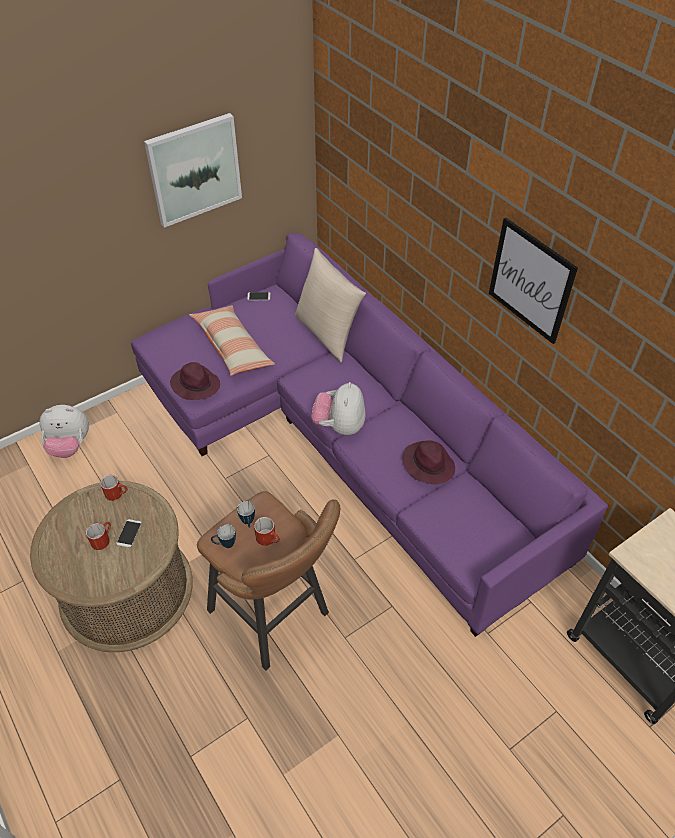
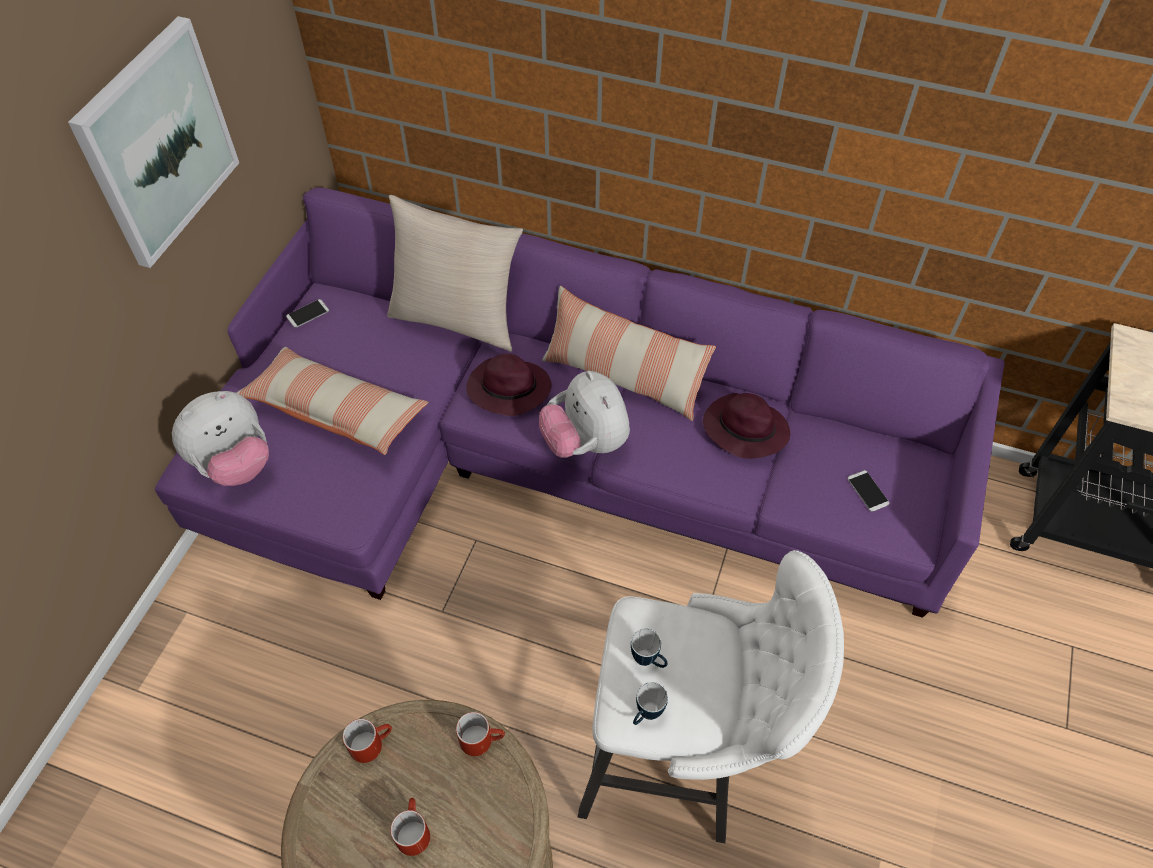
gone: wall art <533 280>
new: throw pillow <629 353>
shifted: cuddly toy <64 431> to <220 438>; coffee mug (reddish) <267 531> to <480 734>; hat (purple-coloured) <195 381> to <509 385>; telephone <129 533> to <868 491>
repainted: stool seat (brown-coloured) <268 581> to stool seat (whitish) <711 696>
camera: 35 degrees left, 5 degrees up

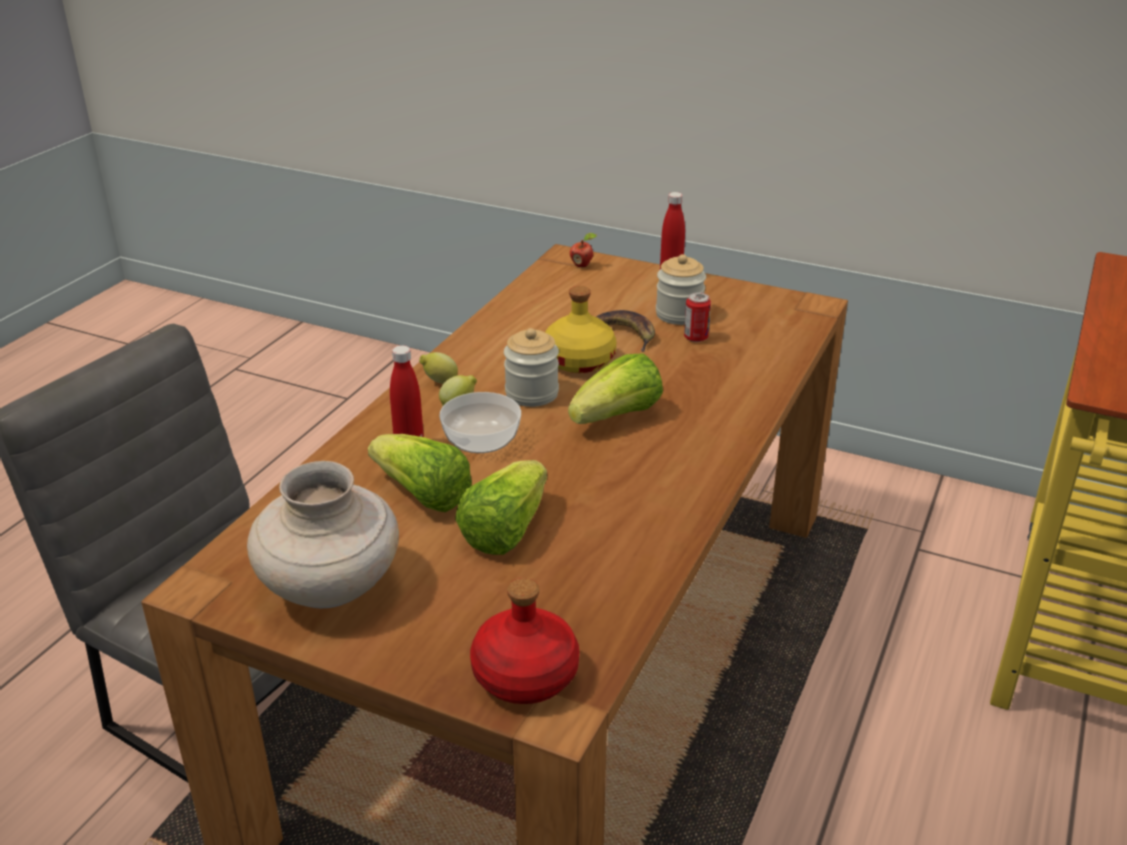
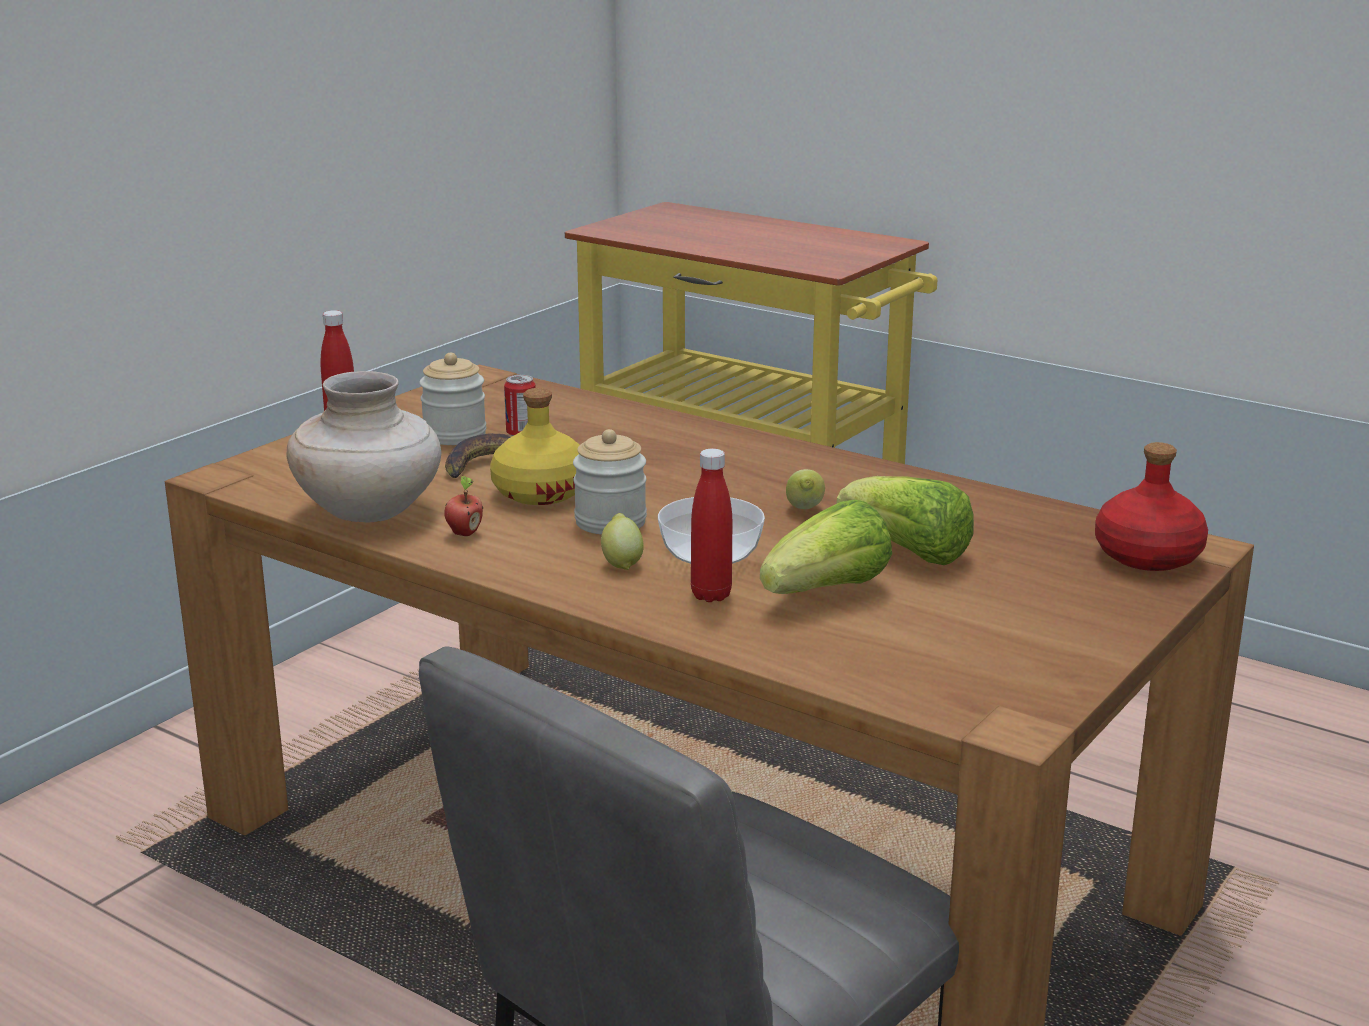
gone: head of lettuce <615 388>
shifted: vase (beige-coloured) <323 534> to <364 446>; whole apple <583 250> to <463 506>; citrus fruit <438 368> to <805 489>
camera: 80 degrees left, 10 degrees down

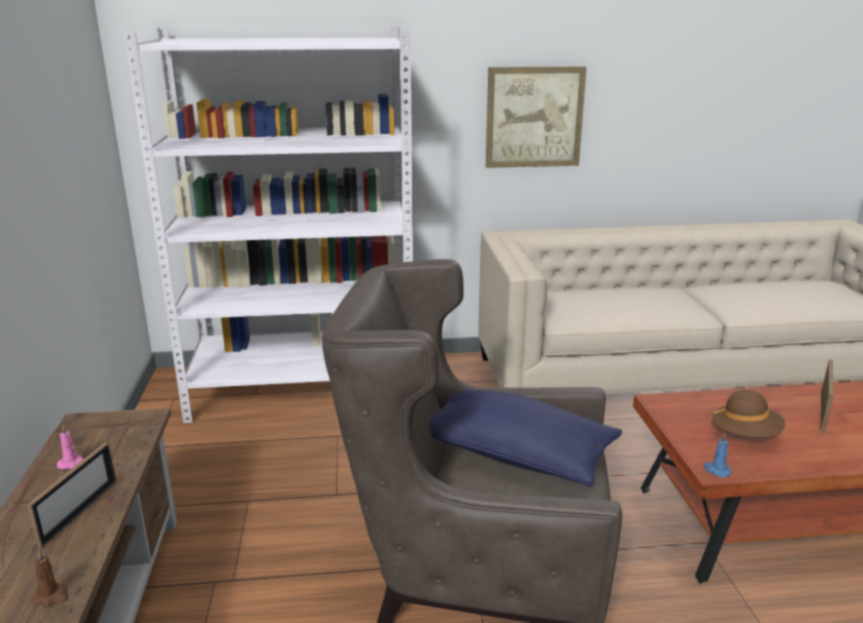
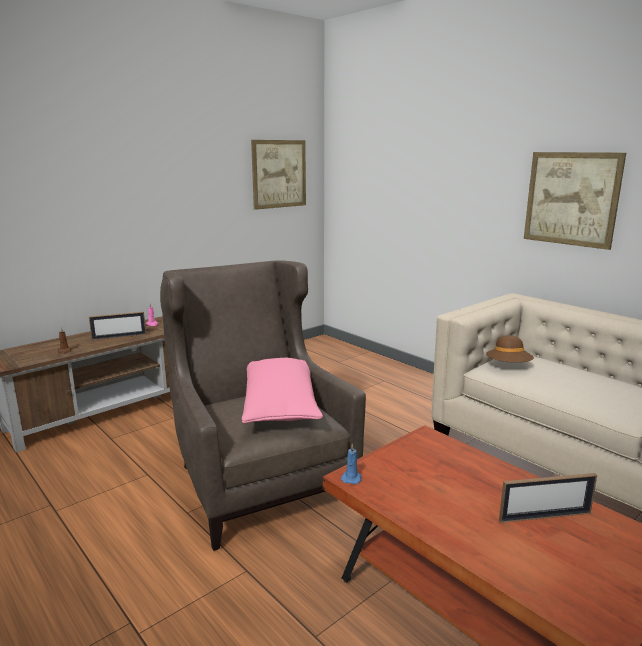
gone: shelving unit (whitish) <268 225>
new: wall art <278 175>
shifted: hat (brown-coloured) <748 414> to <510 348>
repainted: throw pillow (blue-coloured) <526 438> to throw pillow (pinkish) <282 390>
camera: 55 degrees right, 5 degrees down

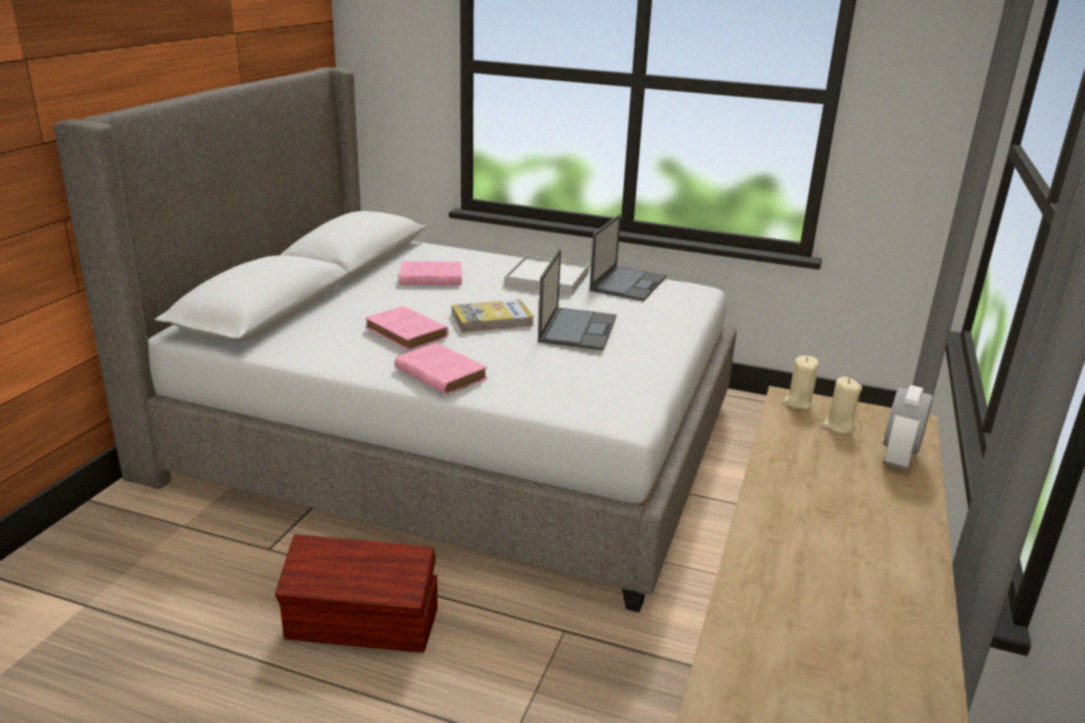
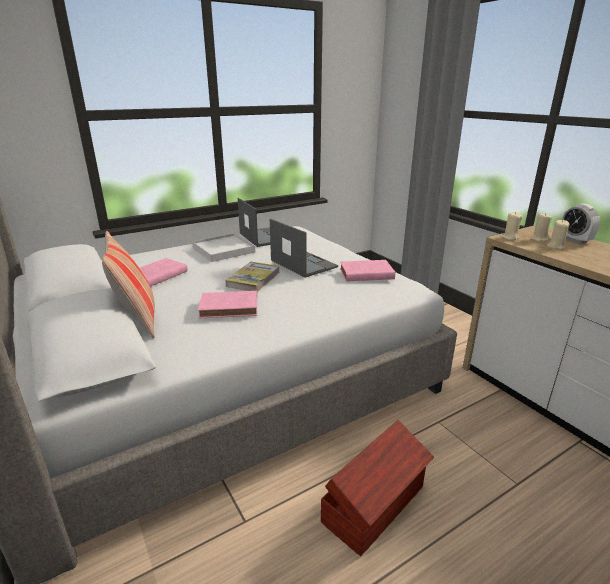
new: throw pillow <128 285>; candle (beige-coloured) <558 234>
shifted: book (pinkish) <441 369> to <367 270>
camera: 50 degrees left, 0 degrees up

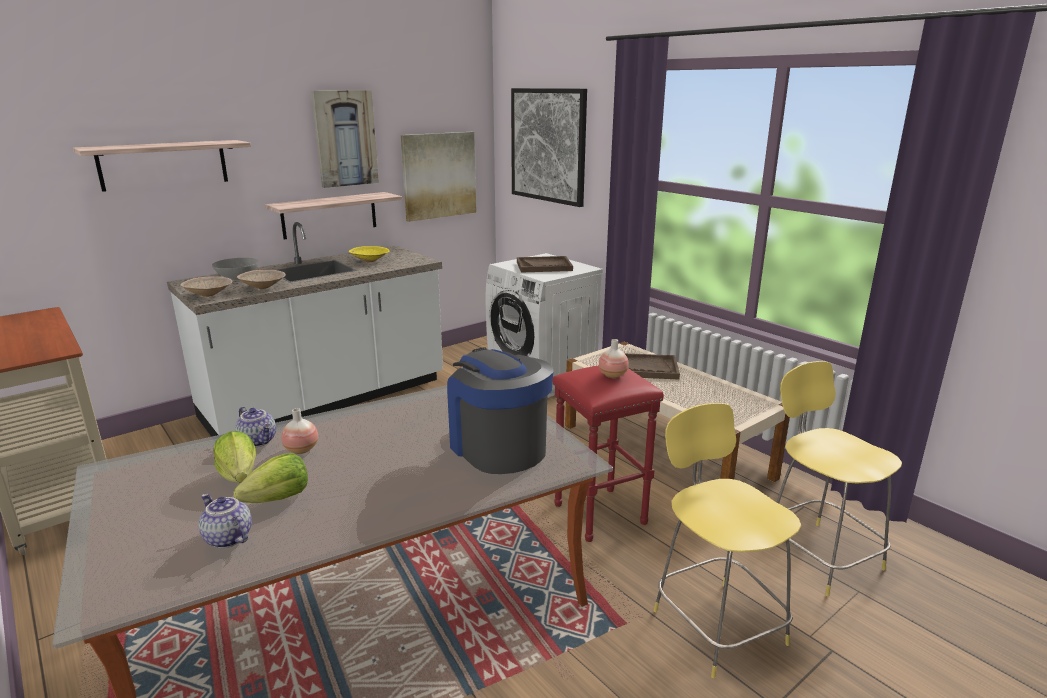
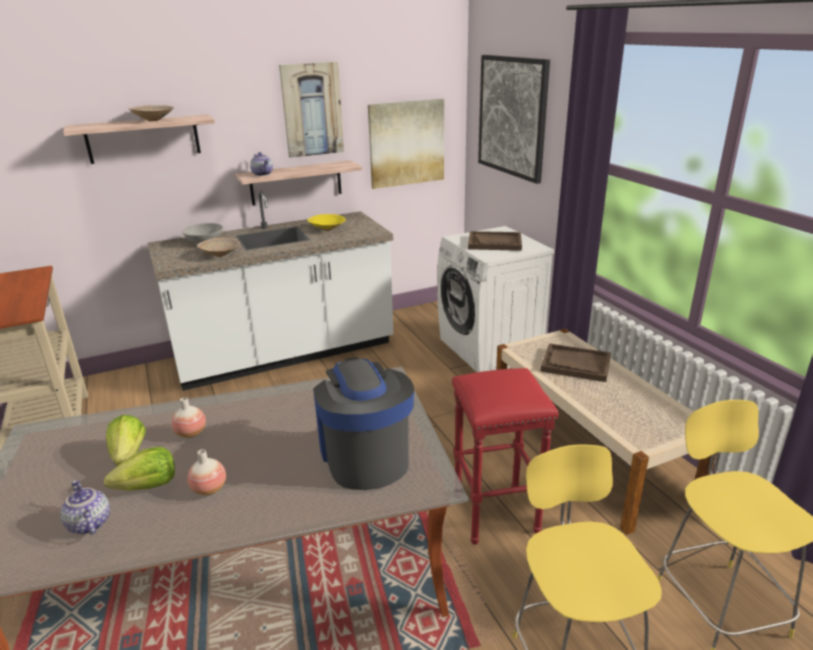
shifted: serving bowl (beige-coloured) <206 286> to <151 113>; vase <614 358> to <207 472>; tea pot <255 427> to <261 164>
camera: 15 degrees right, 5 degrees up

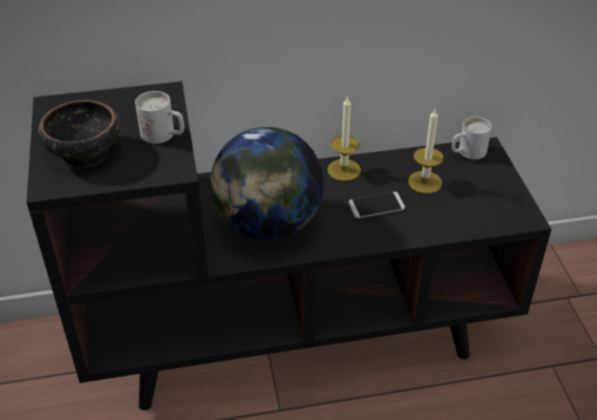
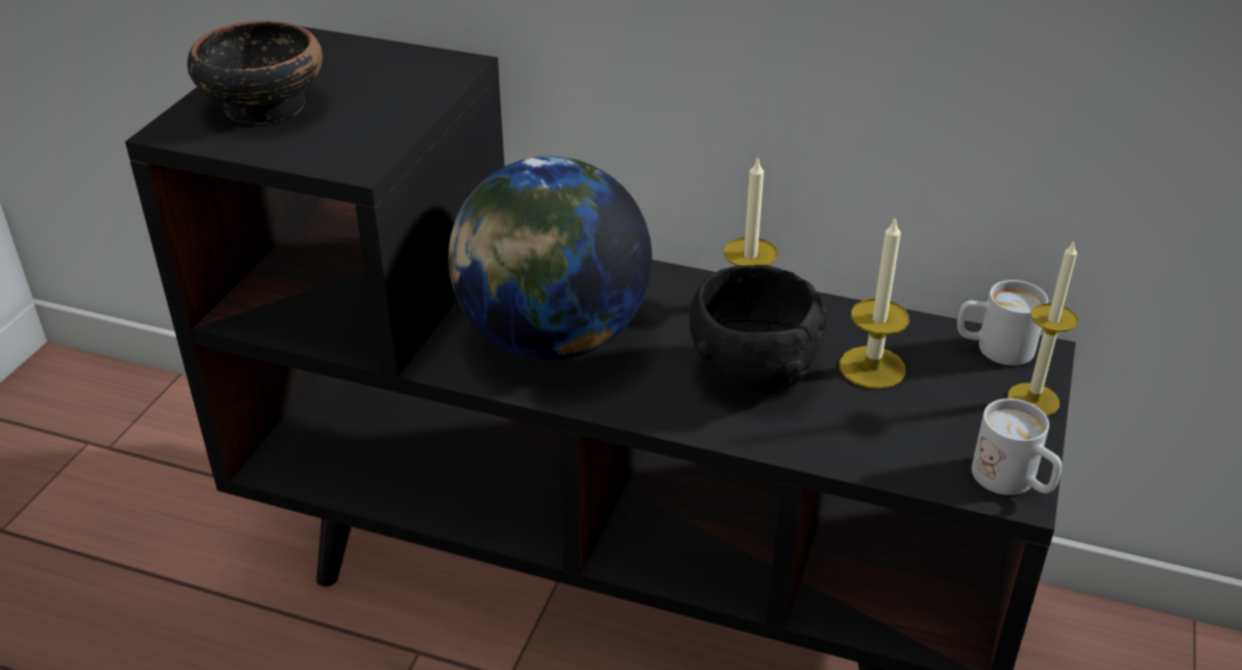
new: candle <1042 328>
shifted: coffee mug (whitish) <159 117> to <1017 446>
swapped: telephone <376 205> to serving bowl (black-coloured) <757 329>
camera: 30 degrees right, 5 degrees down

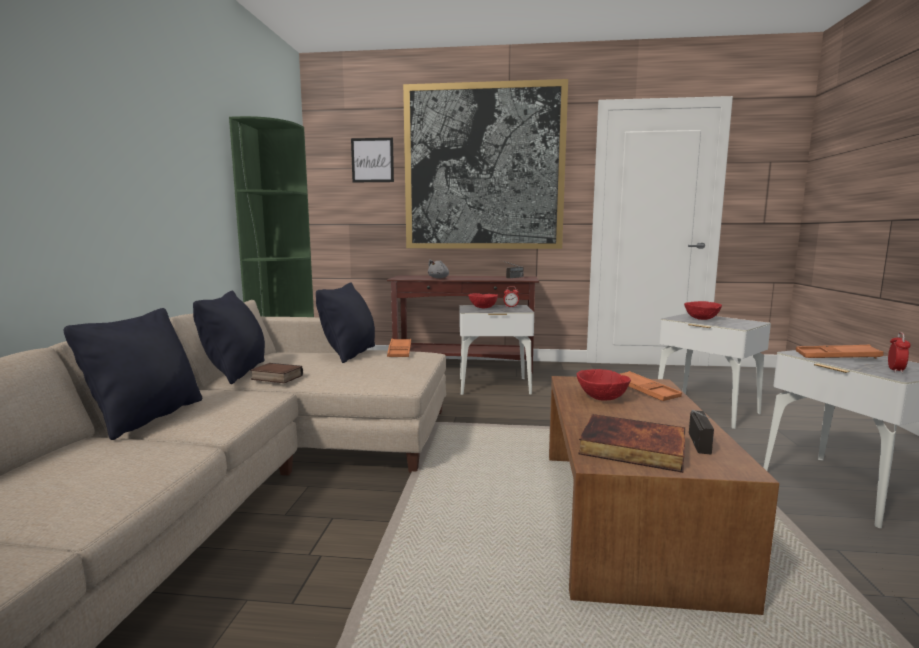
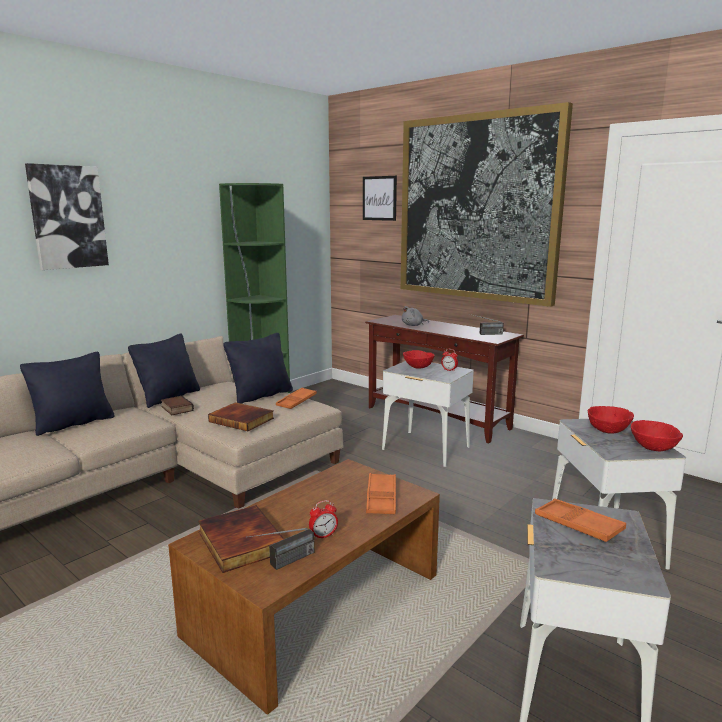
new: wall art <67 216>; book <241 416>
shifted: bedside clock <899 352> to <323 520>; serving bowl (reddish) <604 384> to <657 435>
camera: 35 degrees right, 5 degrees up

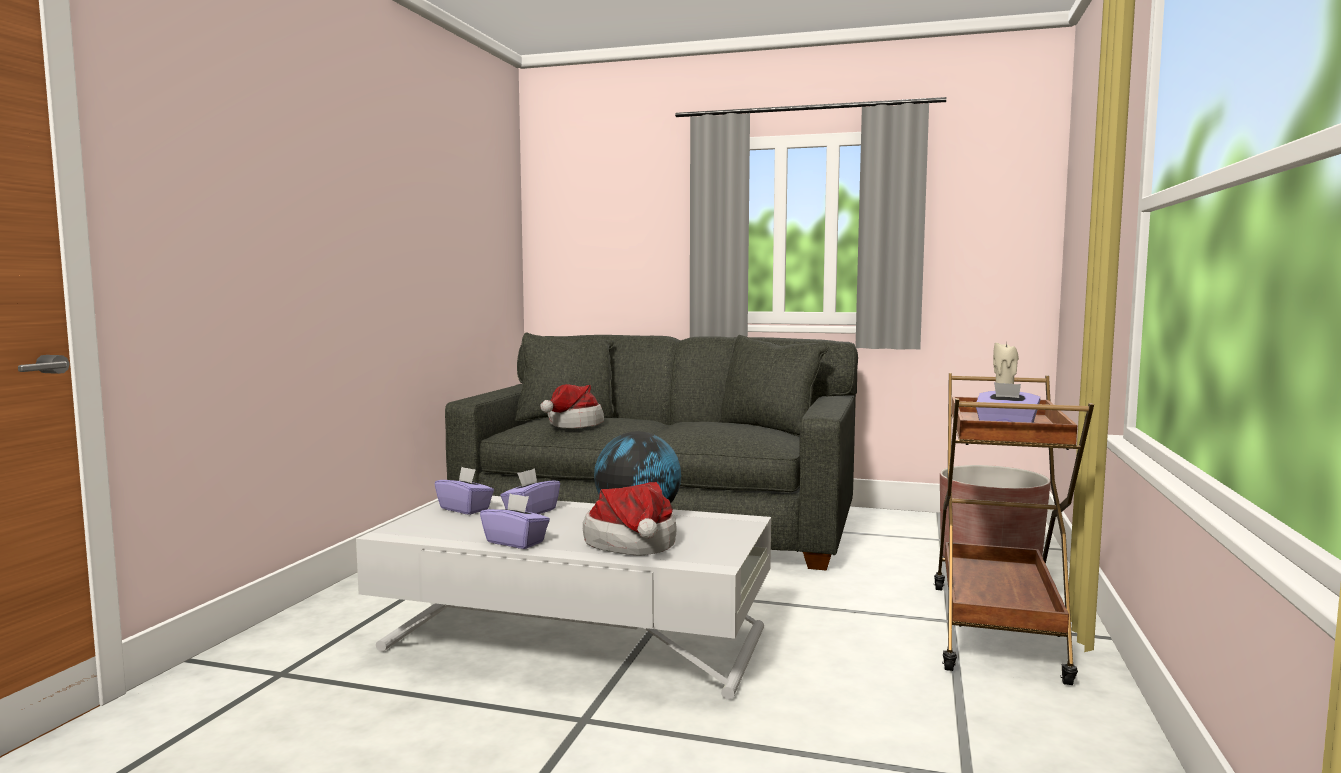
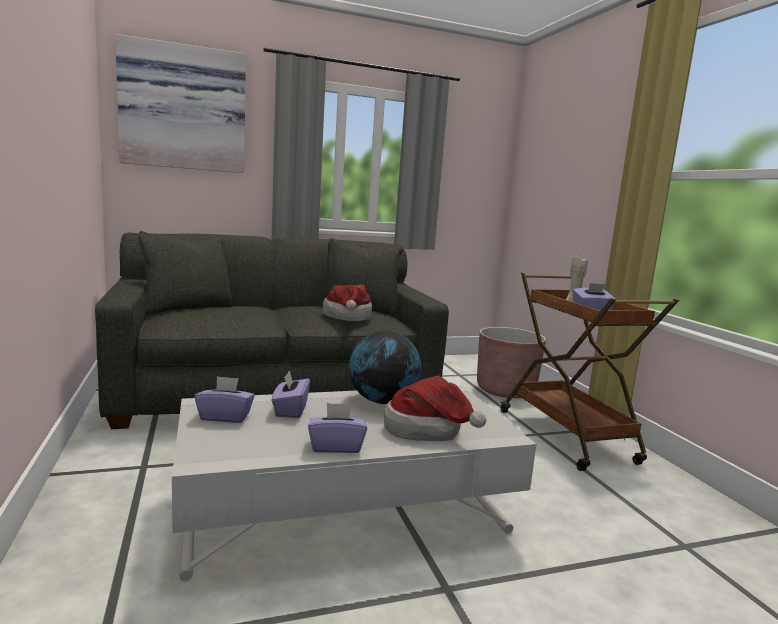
new: wall art <180 103>
shifted: hat <572 406> to <347 303>
camera: 35 degrees left, 5 degrees up

